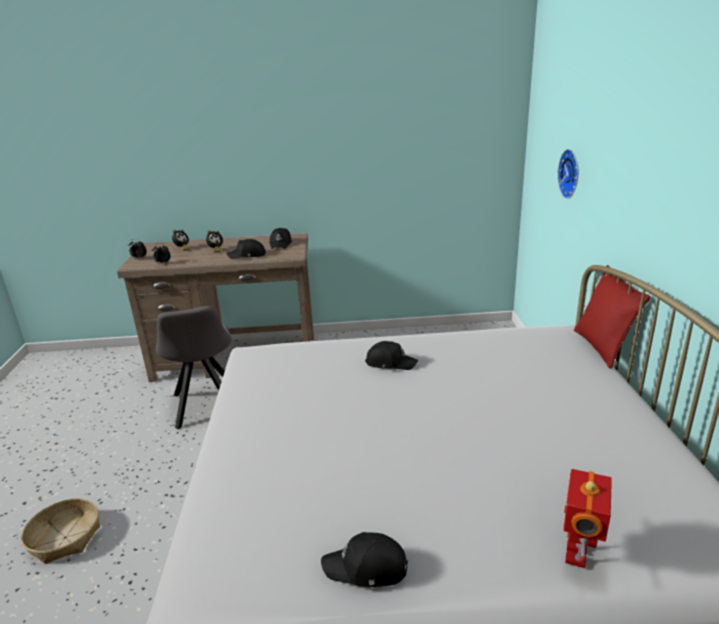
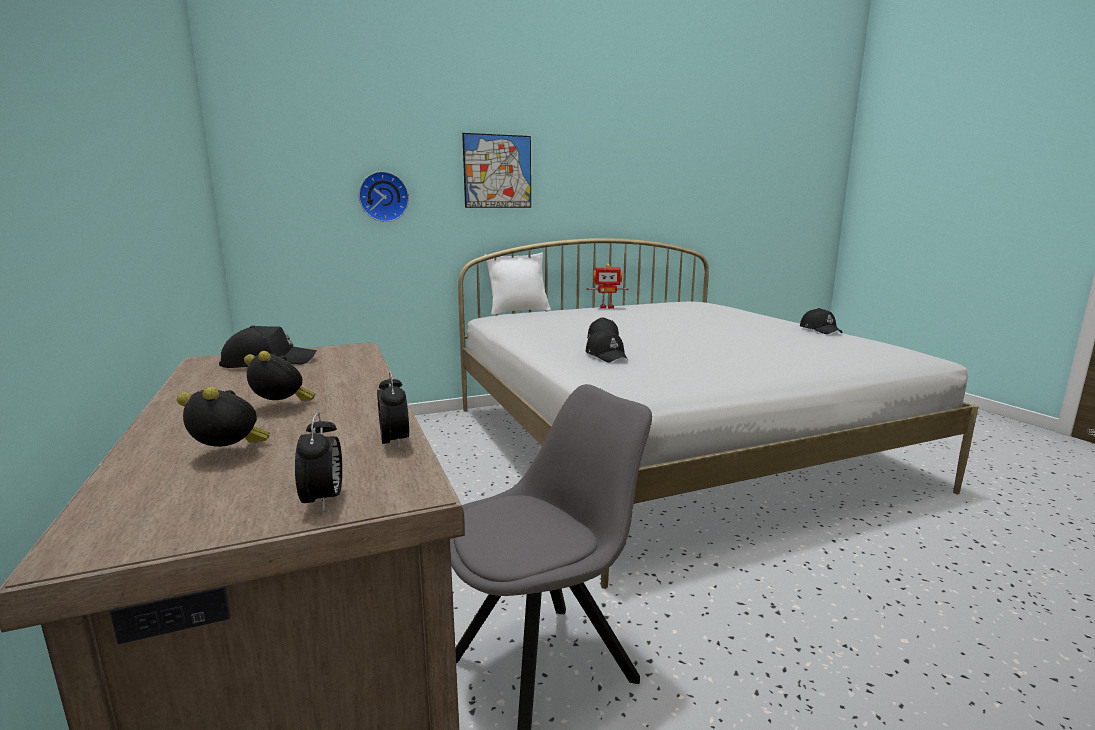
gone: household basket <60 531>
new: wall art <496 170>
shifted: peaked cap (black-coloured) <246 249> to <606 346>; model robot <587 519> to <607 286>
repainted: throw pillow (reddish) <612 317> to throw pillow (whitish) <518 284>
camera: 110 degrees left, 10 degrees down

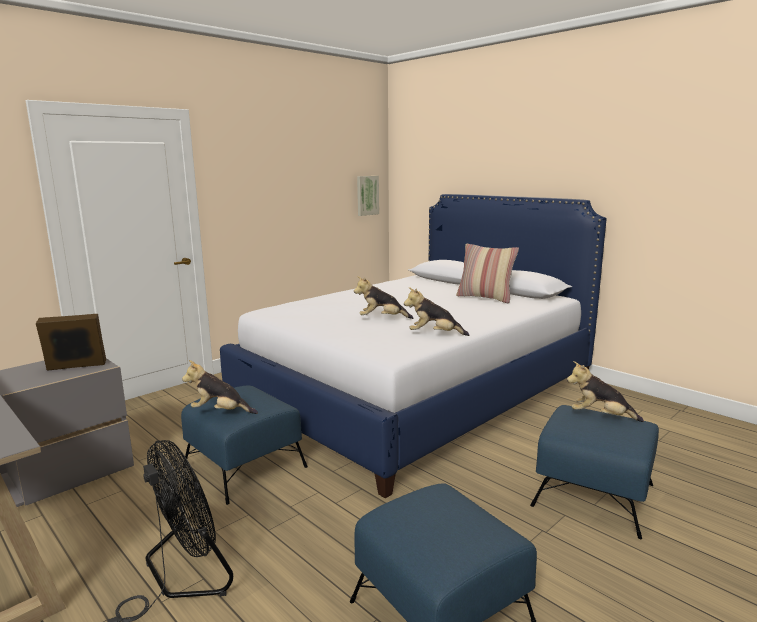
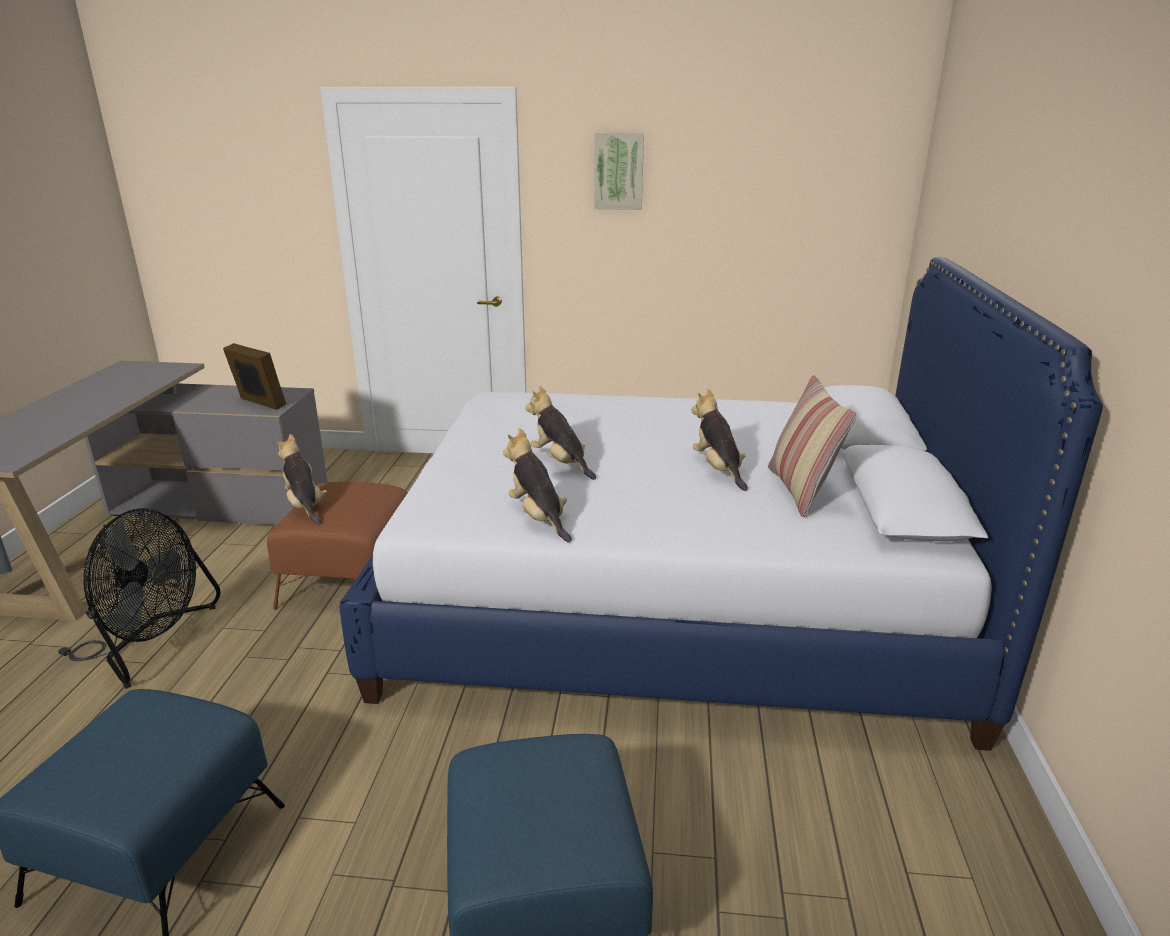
shifted: wall art <368 196> to <619 171>; cuddly toy <605 391> to <719 440>
repainted: pouffe (blue-coloured) <244 445> to pouffe (brown-coloured) <337 546>
camera: 50 degrees right, 10 degrees up

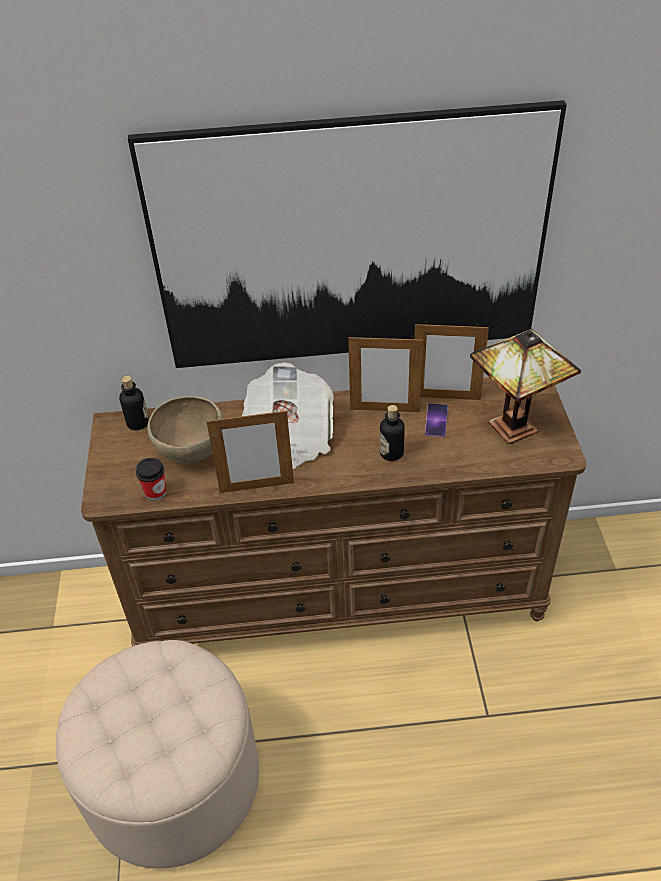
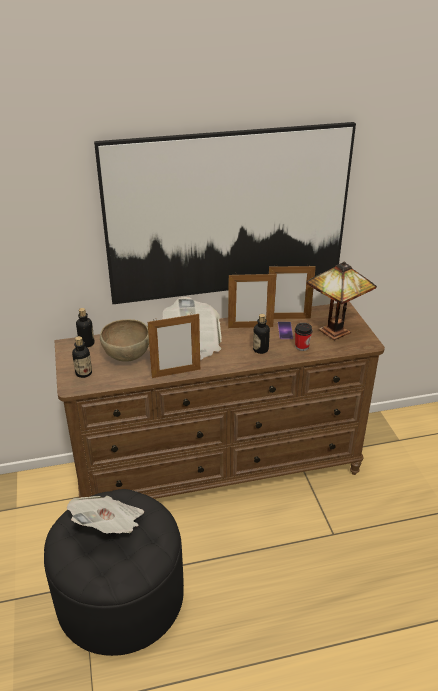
new: printed paper <105 515>; bottle <82 357>
shifted: drinking cup <151 479> to <304 337>
repainted: pouffe (beige-coloured) <157 754> to pouffe (black-coloured) <114 572>
camera: 10 degrees left, 10 degrees down

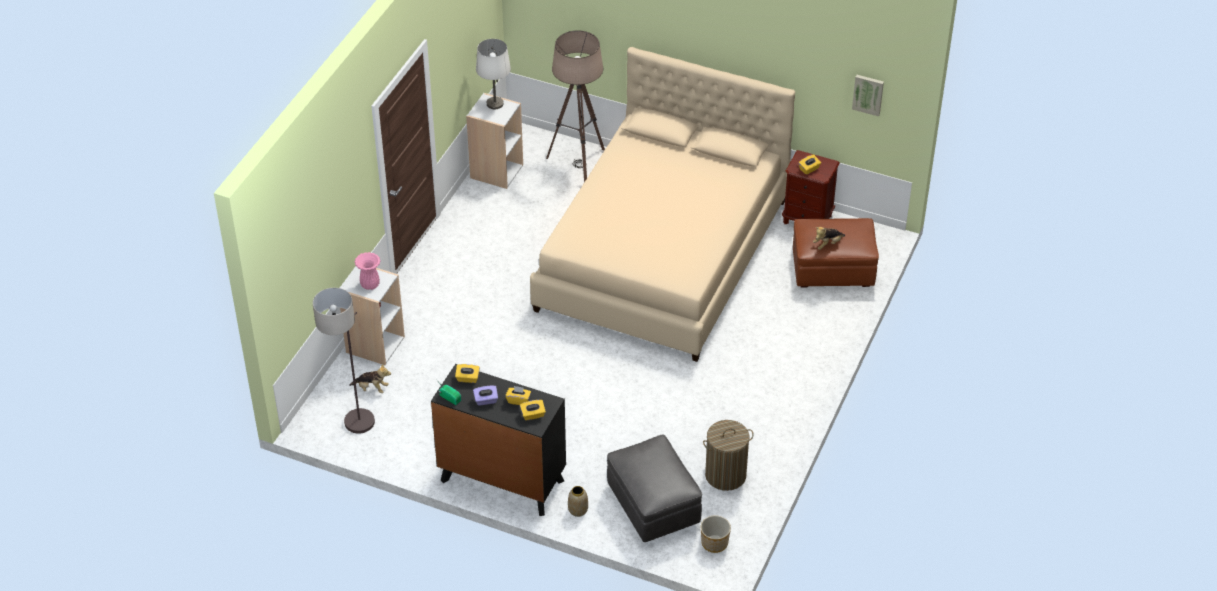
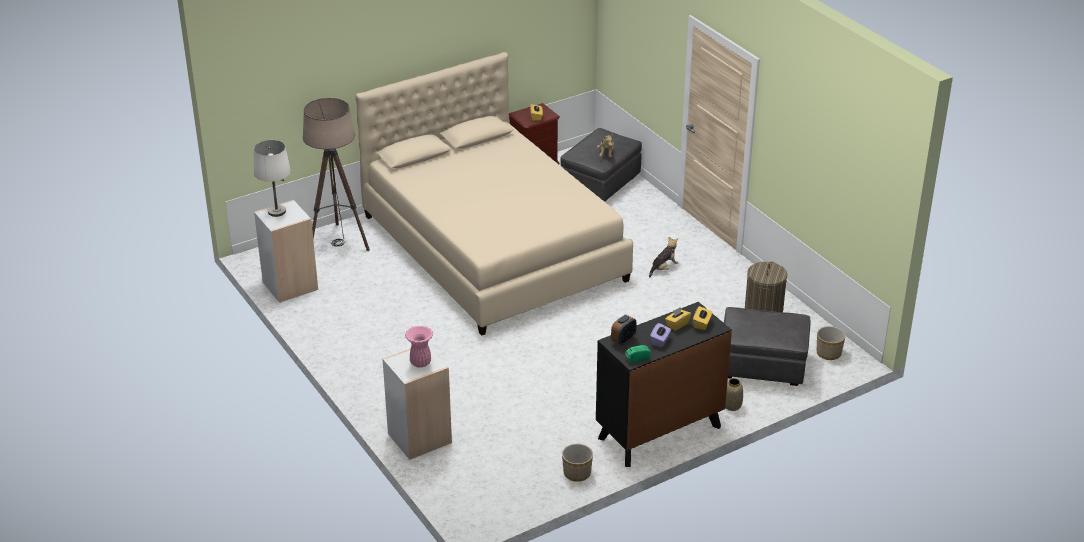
gone: standing lamp (greyish) <344 361>; wall art <868 96>
new: plant pot <577 463>
shifted: cuddly toy <370 378> to <663 257>
swapped: box of tissues (yellowish) <467 373> to bedside clock <623 330>
repainted: pouffe (brown-coloured) <836 252> to pouffe (greyish) <601 165>
camera: 55 degrees left, 10 degrees down

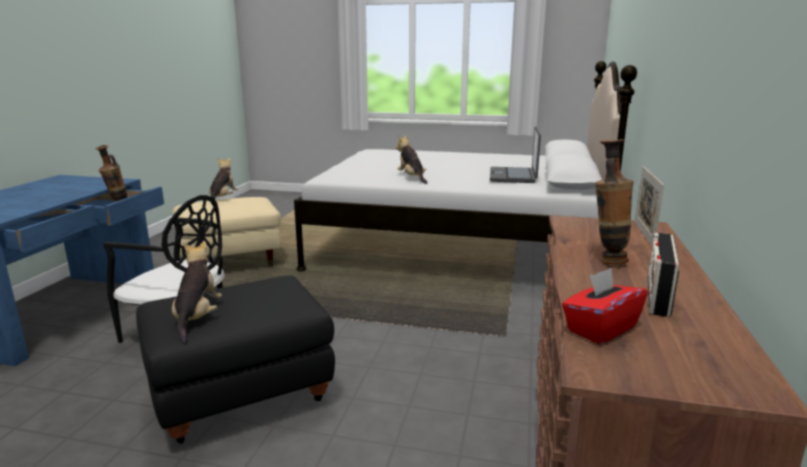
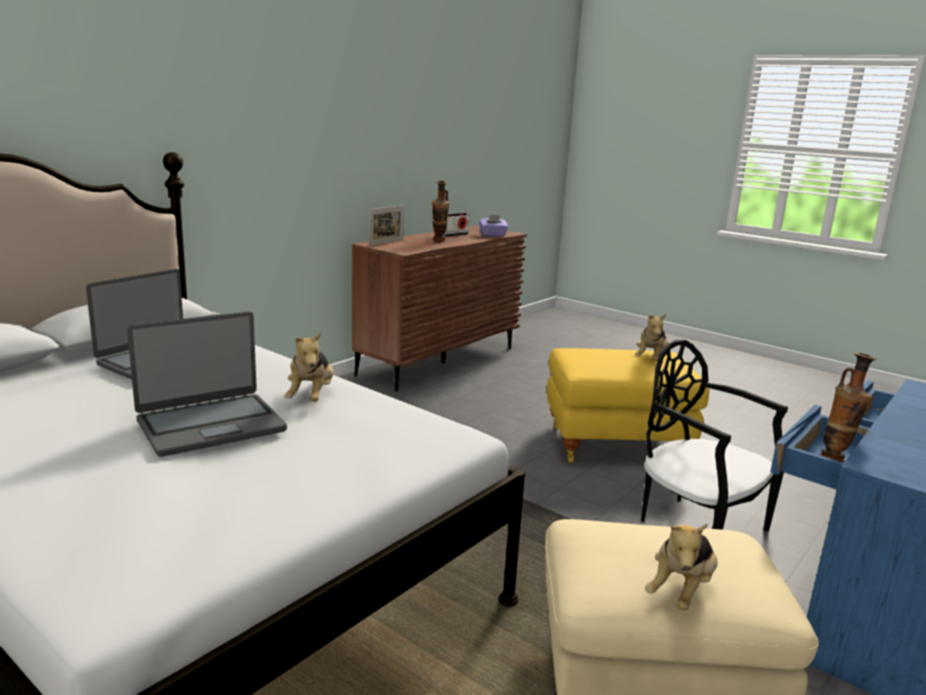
new: notebook computer <207 384>
repainted: box of tissues (reddish) <605 306> to box of tissues (purple-coloured) <493 226>; pouffe (black-coloured) <235 359> to pouffe (yellowish) <628 405>
camera: 155 degrees left, 0 degrees up

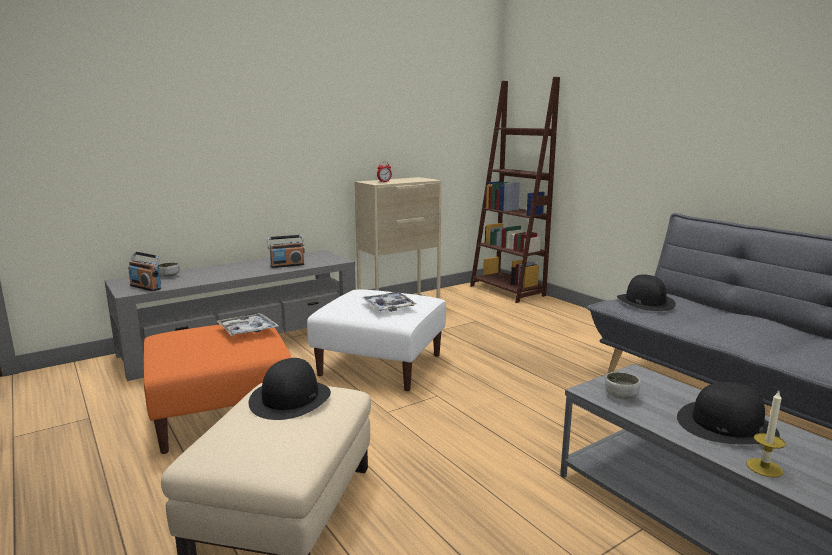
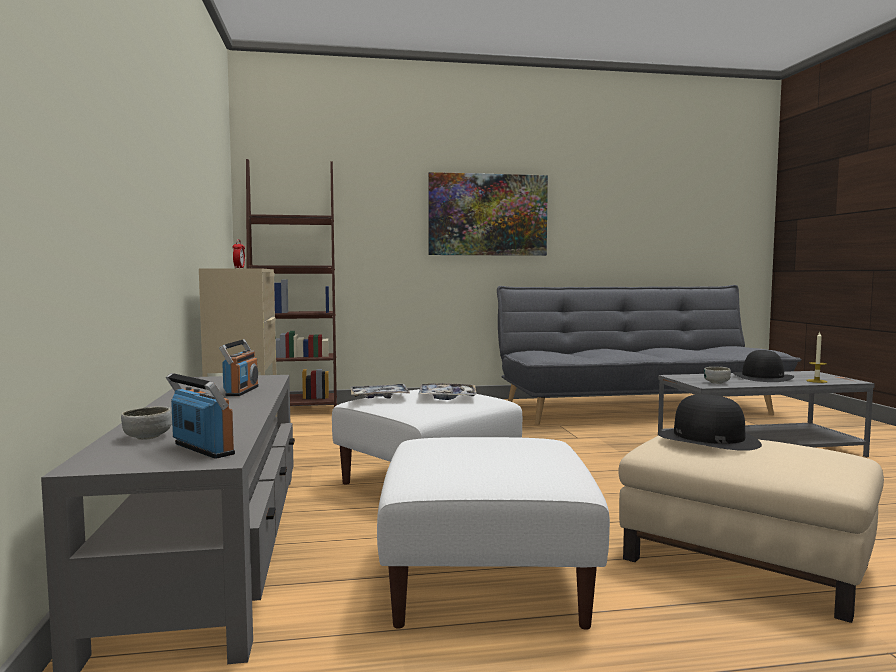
gone: hat (black-coloured) <646 292>
new: wall art <488 214>
shifted: tray <248 324> to <380 391>
repainted: pouffe (orange-coloured) <218 389> to pouffe (whitish) <493 533>
rotated: radio <144 271> = <200 416> 105 degrees counterclockwise
camera: 65 degrees left, 10 degrees down

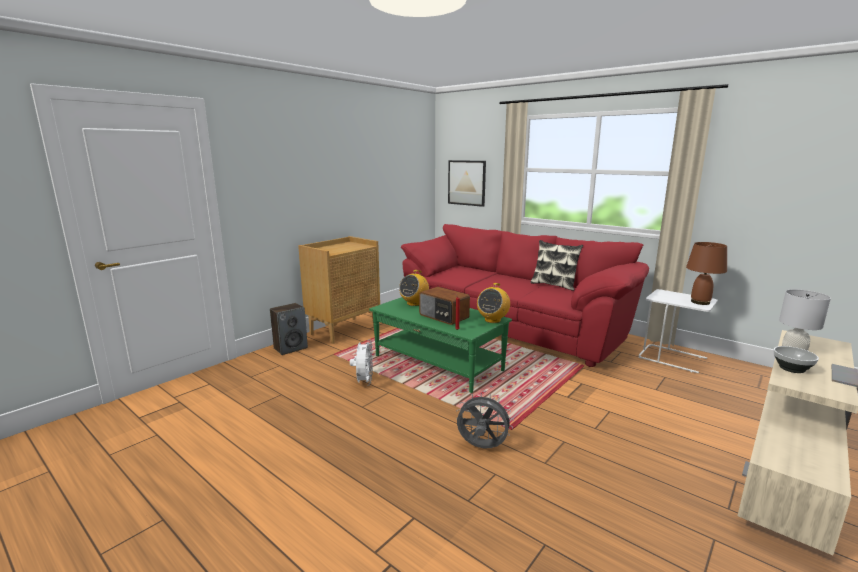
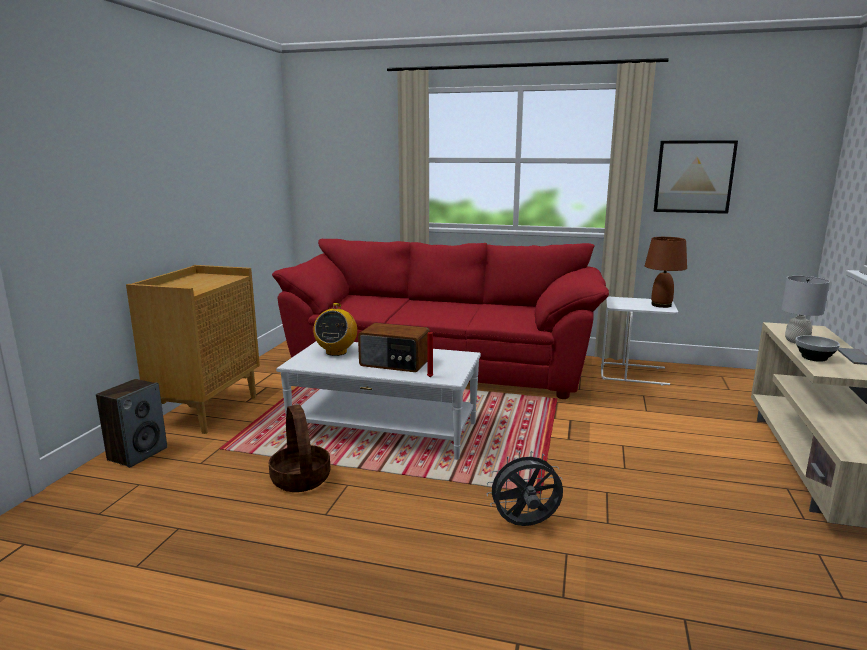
gone: radio <493 303>; throw pillow <556 265>
shifted: wall art <467 183> to <696 177>
swapped: electric fan (whitish) <361 362> to household basket <299 448>
repainted: coffee table (green-coloured) <440 345> to coffee table (whitish) <378 400>
camera: 25 degrees left, 0 degrees up

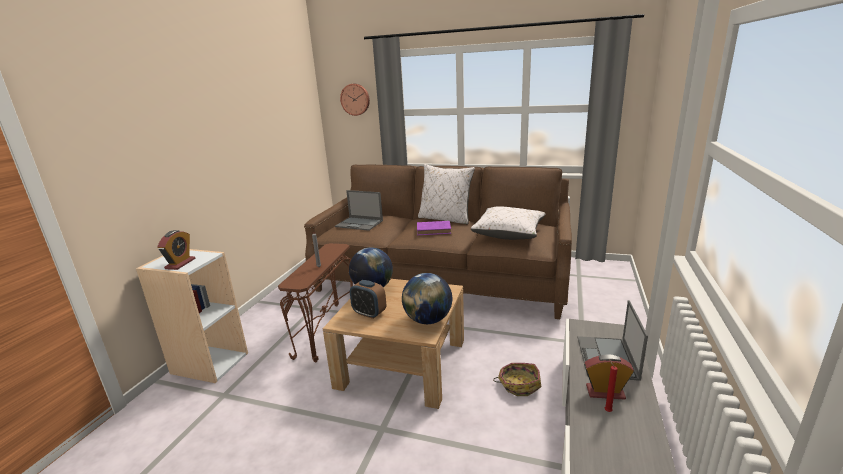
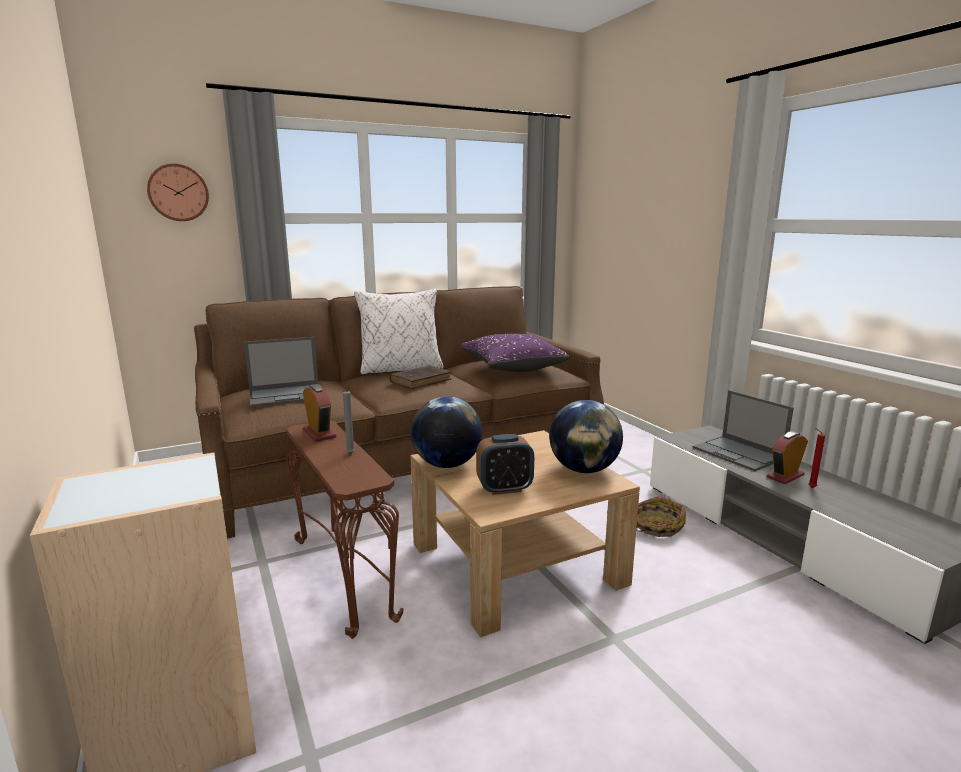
shifted: bedside clock <176 250> to <319 413>
repainted: book (purple-coloured) <434 228> to book (brown-coloured) <420 377>; throw pillow (whitish) <508 223> to throw pillow (purple-coloured) <514 353>
camera: 45 degrees left, 5 degrees down

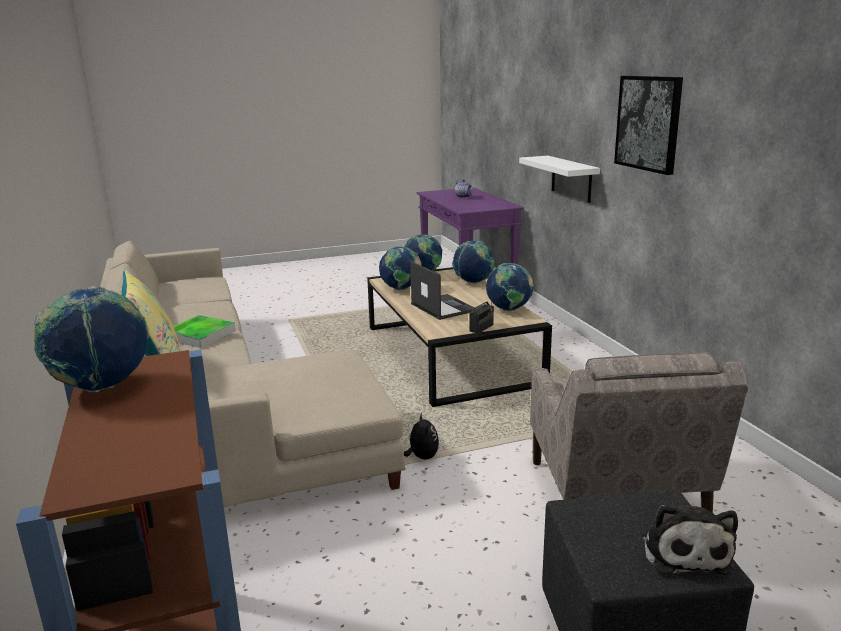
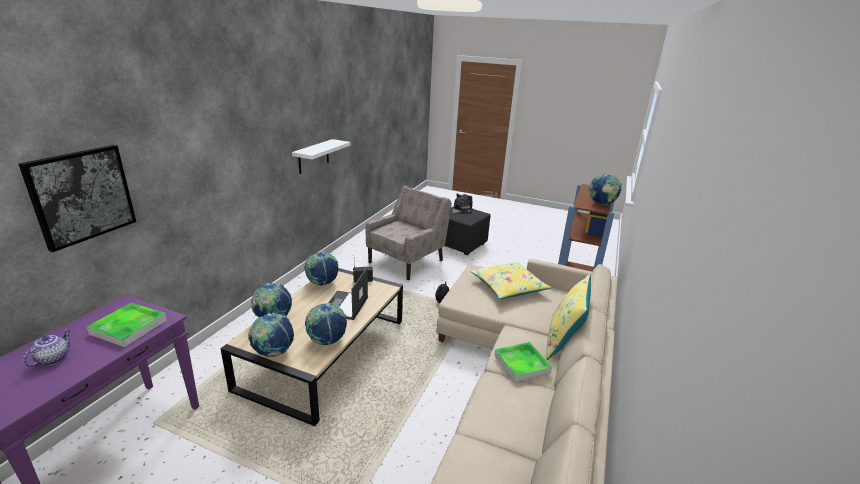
new: tray <127 325>; throw pillow (yellowish) <510 280>
shifted: wall art <648 125> to <77 198>; wall shelf (whitish) <559 179> to <321 156>
camera: 140 degrees left, 5 degrees up

